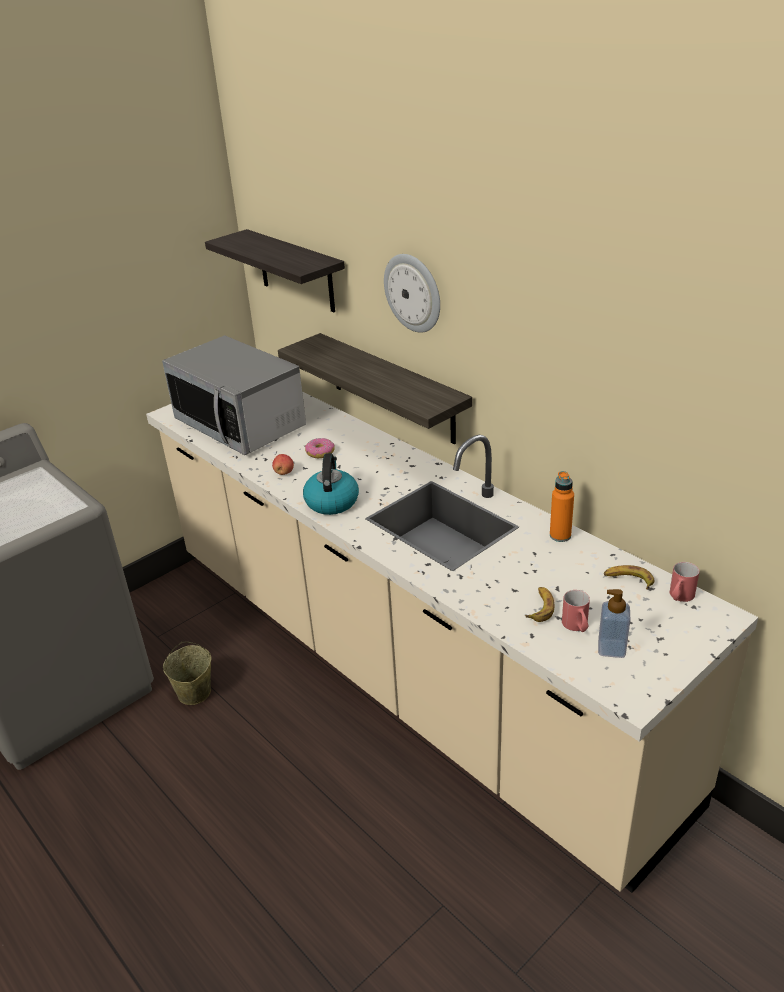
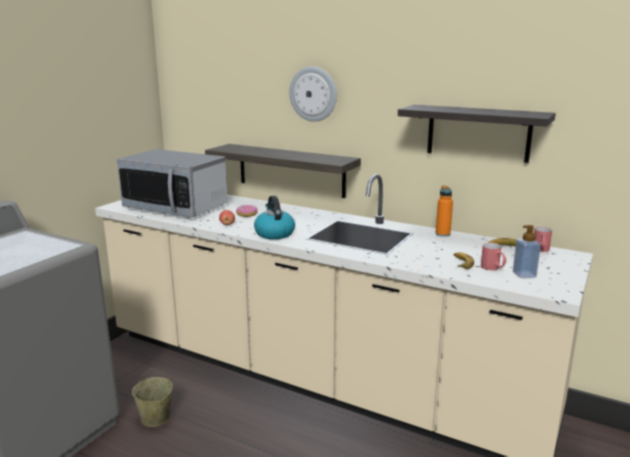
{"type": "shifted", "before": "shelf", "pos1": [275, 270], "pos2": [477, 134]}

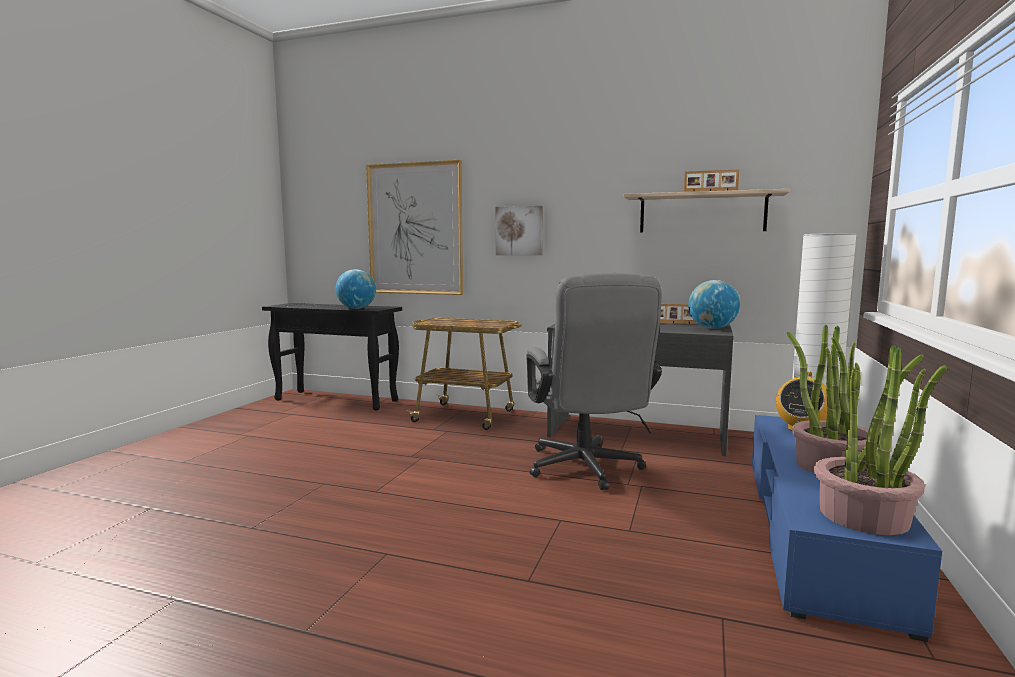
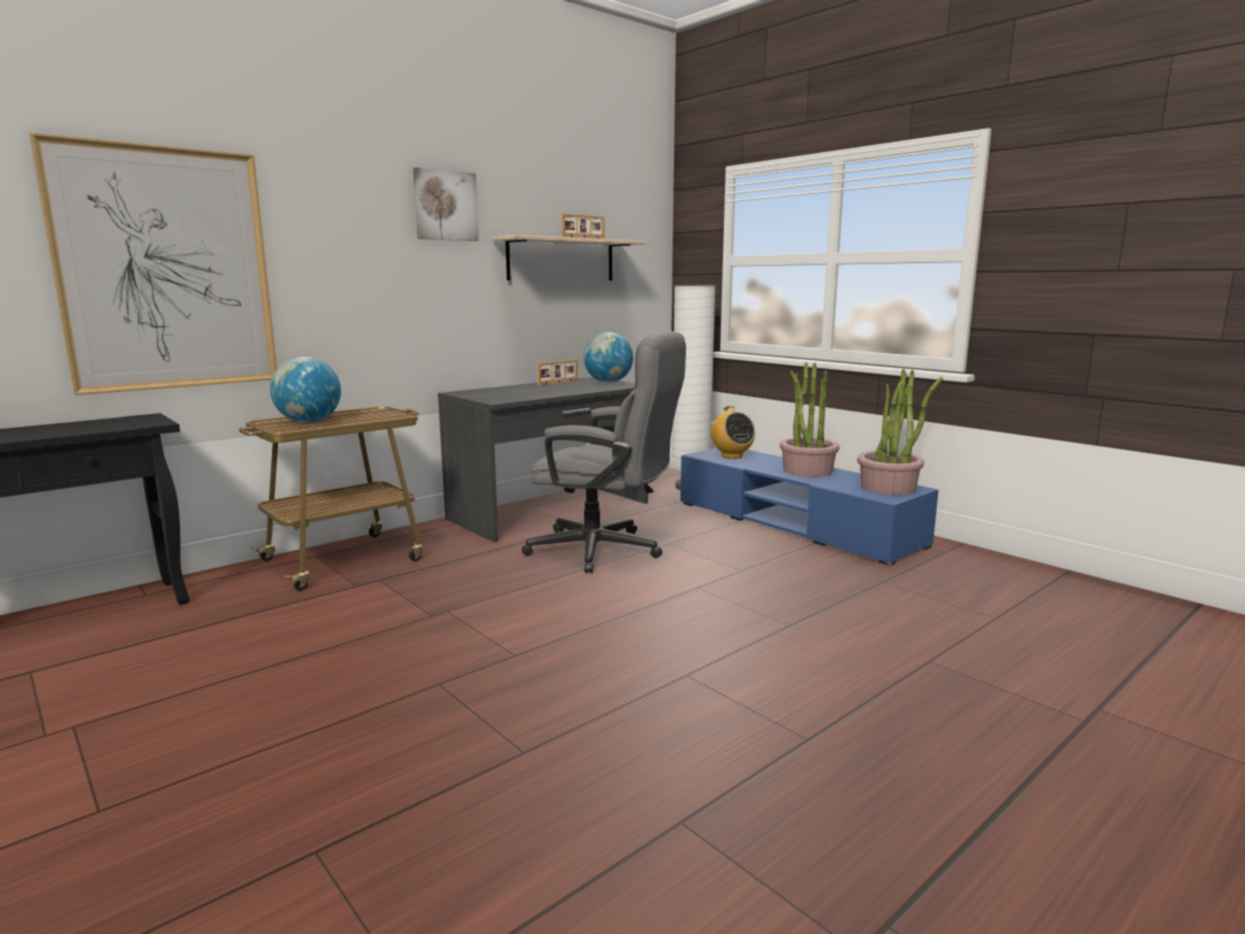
{"type": "shifted", "before": "globe", "pos1": [355, 289], "pos2": [305, 390]}
{"type": "shifted", "before": "picture", "pos1": [519, 230], "pos2": [446, 204]}

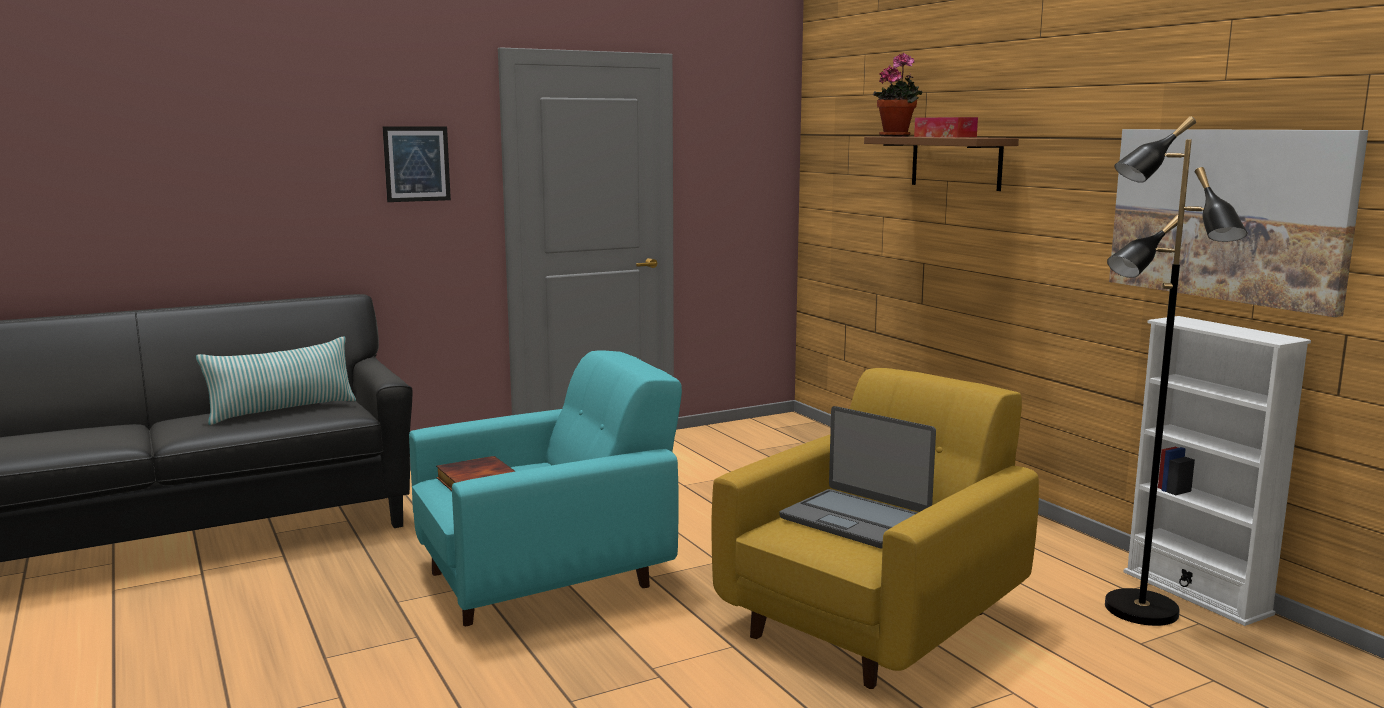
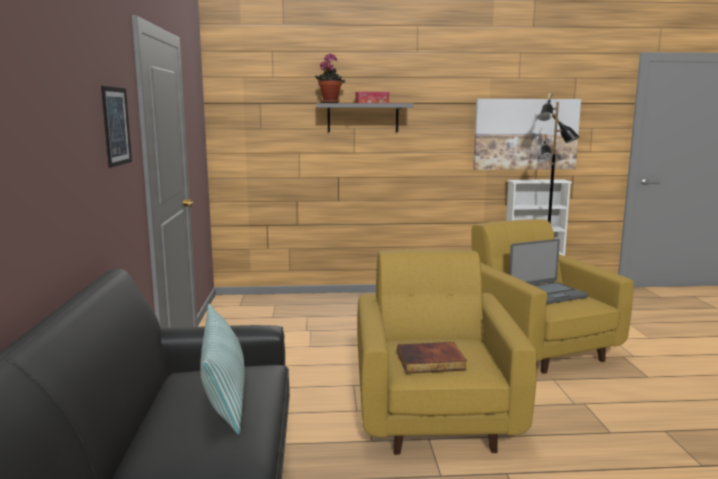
{"type": "repainted", "before": "armchair/turquoise", "after": "armchair/yellow", "pos1": [545, 488], "pos2": [447, 352]}
{"type": "repainted", "before": "shelf/brown", "after": "shelf/grey", "pos1": [941, 163], "pos2": [365, 117]}

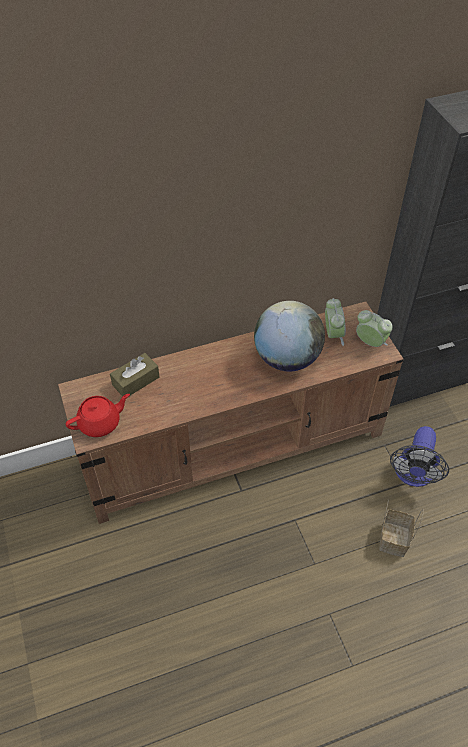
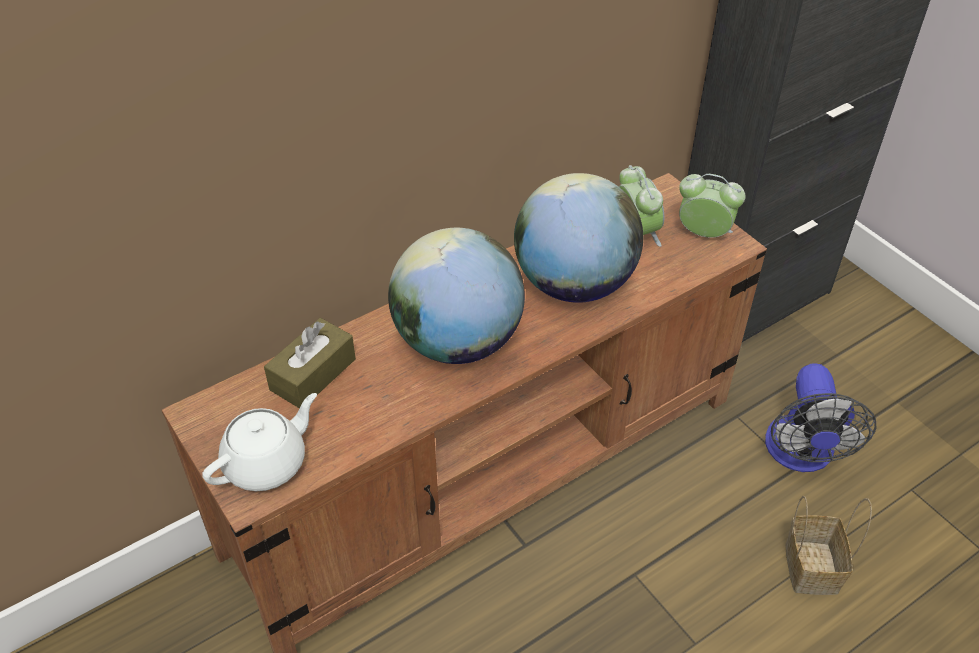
{"type": "new", "after": "globe", "pos2": [456, 296]}
{"type": "repainted", "before": "teapot/red", "after": "teapot/white", "pos1": [98, 415], "pos2": [259, 442]}

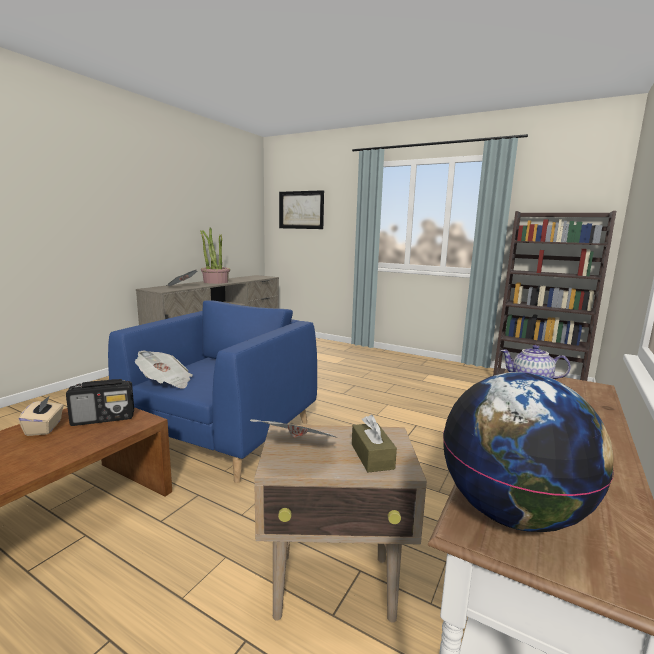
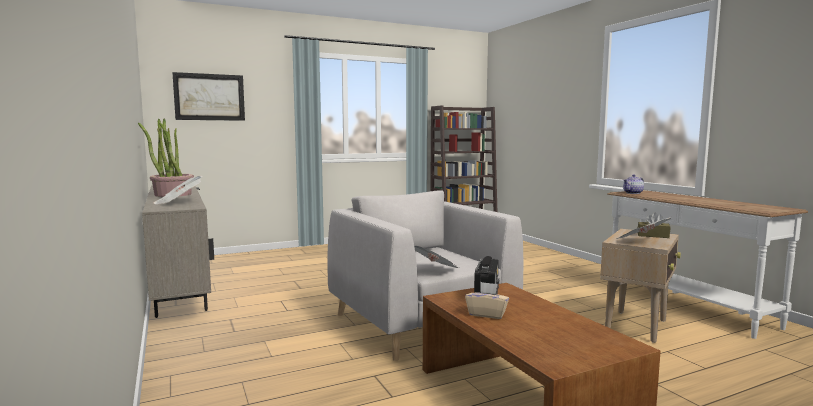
{"type": "gone", "before": "globe", "pos1": [528, 452]}
{"type": "repainted", "before": "armchair/blue", "after": "armchair/grey", "pos1": [212, 391], "pos2": [425, 275]}

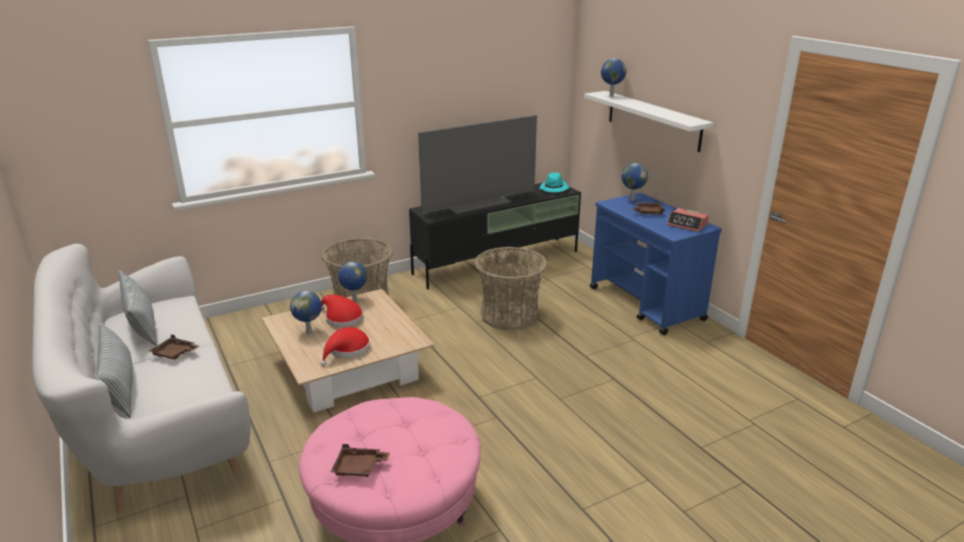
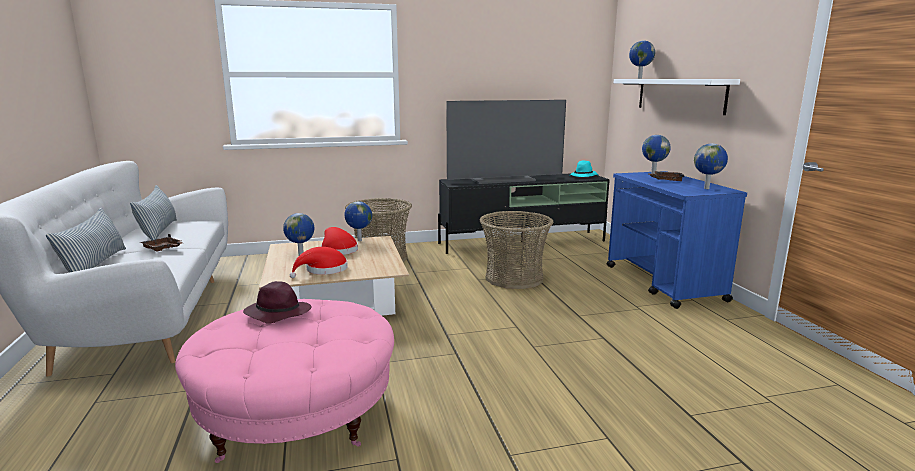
{"type": "gone", "before": "tray/brown", "pos1": [360, 460]}
{"type": "new", "after": "hat/purple", "pos2": [277, 302]}
{"type": "swapped", "before": "alarm clock", "after": "globe", "pos1": [688, 220], "pos2": [711, 166]}

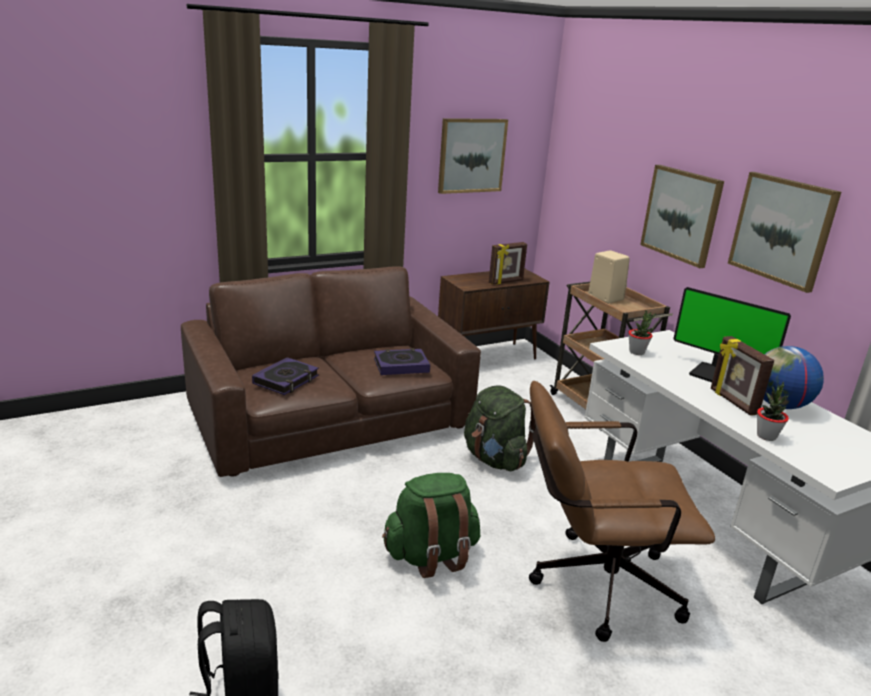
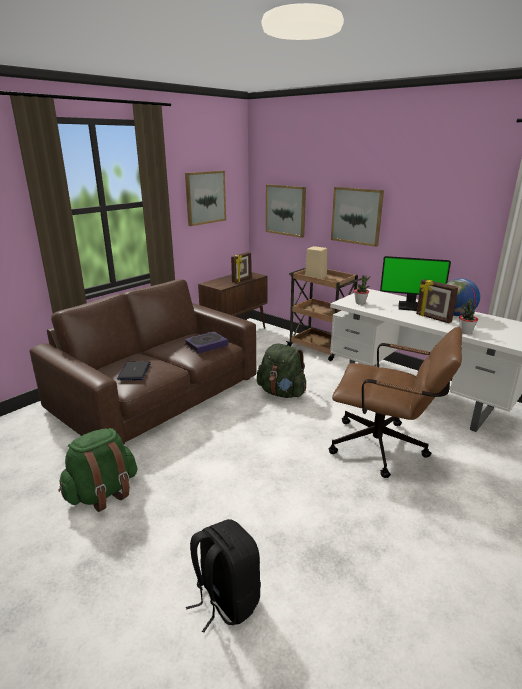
{"type": "shifted", "before": "backpack/green", "pos1": [431, 525], "pos2": [98, 470]}
{"type": "shifted", "before": "picture", "pos1": [784, 232], "pos2": [286, 211]}
{"type": "swapped", "before": "book", "after": "laptop", "pos1": [285, 376], "pos2": [134, 370]}
{"type": "rotated", "before": "office chair/brown", "pos1": [622, 511], "pos2": [395, 402], "turn": -135}

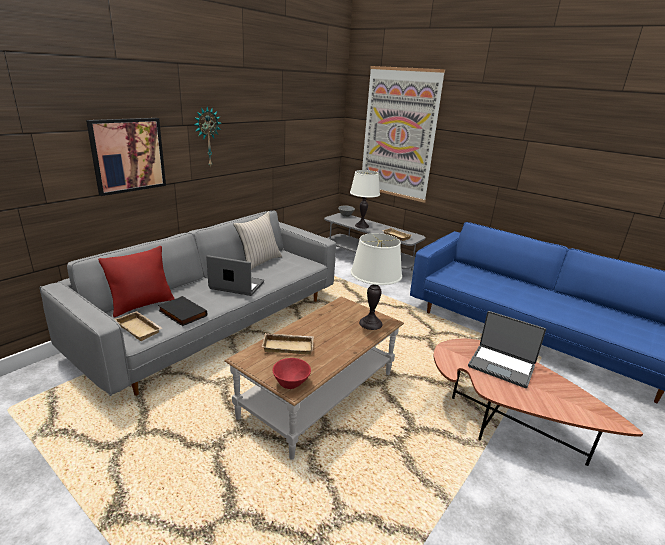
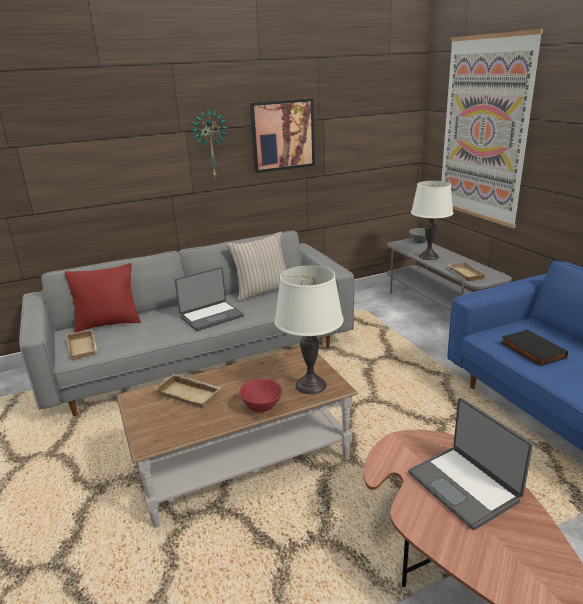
{"type": "shifted", "before": "picture", "pos1": [126, 157], "pos2": [282, 135]}
{"type": "shifted", "before": "book/black", "pos1": [182, 311], "pos2": [534, 347]}
{"type": "shifted", "before": "bowl/red", "pos1": [292, 373], "pos2": [260, 395]}
{"type": "rotated", "before": "laptop", "pos1": [235, 275], "pos2": [209, 299], "turn": 105}

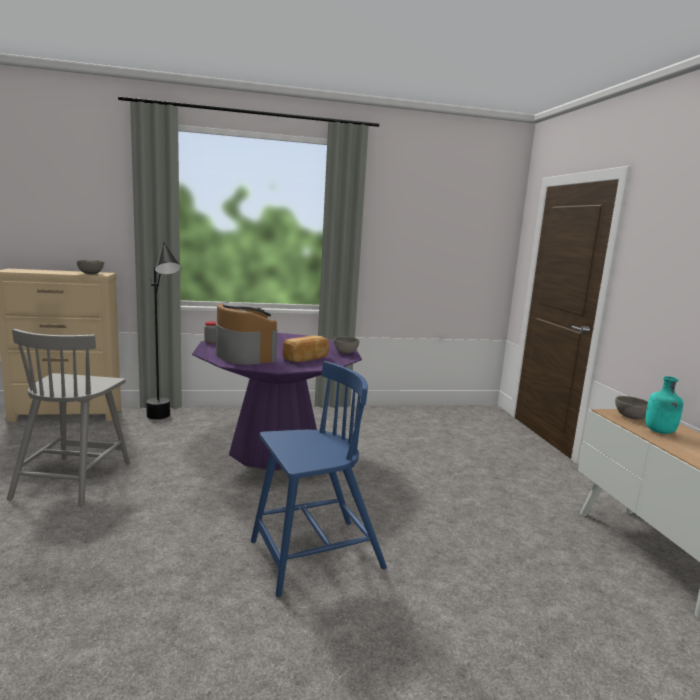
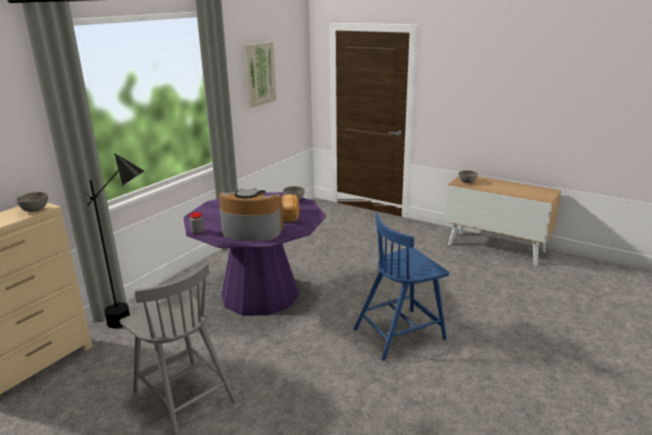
{"type": "gone", "before": "bottle/turquoise", "pos1": [664, 405]}
{"type": "new", "after": "picture", "pos2": [260, 75]}
{"type": "rotated", "before": "chair/blue", "pos1": [319, 479], "pos2": [401, 287], "turn": -135}

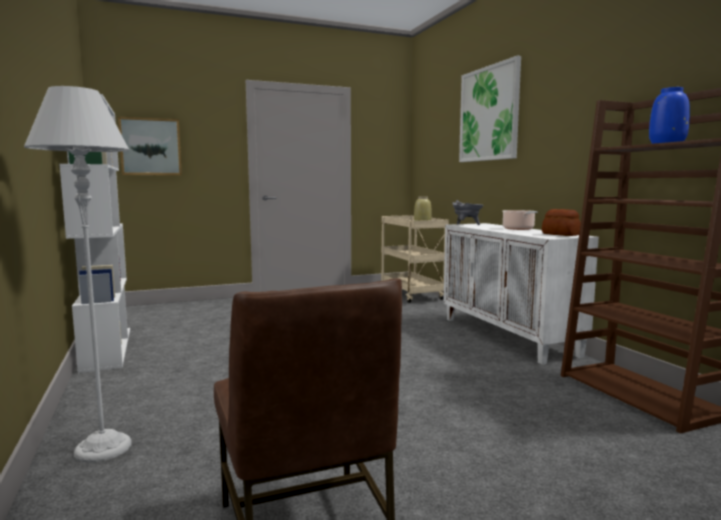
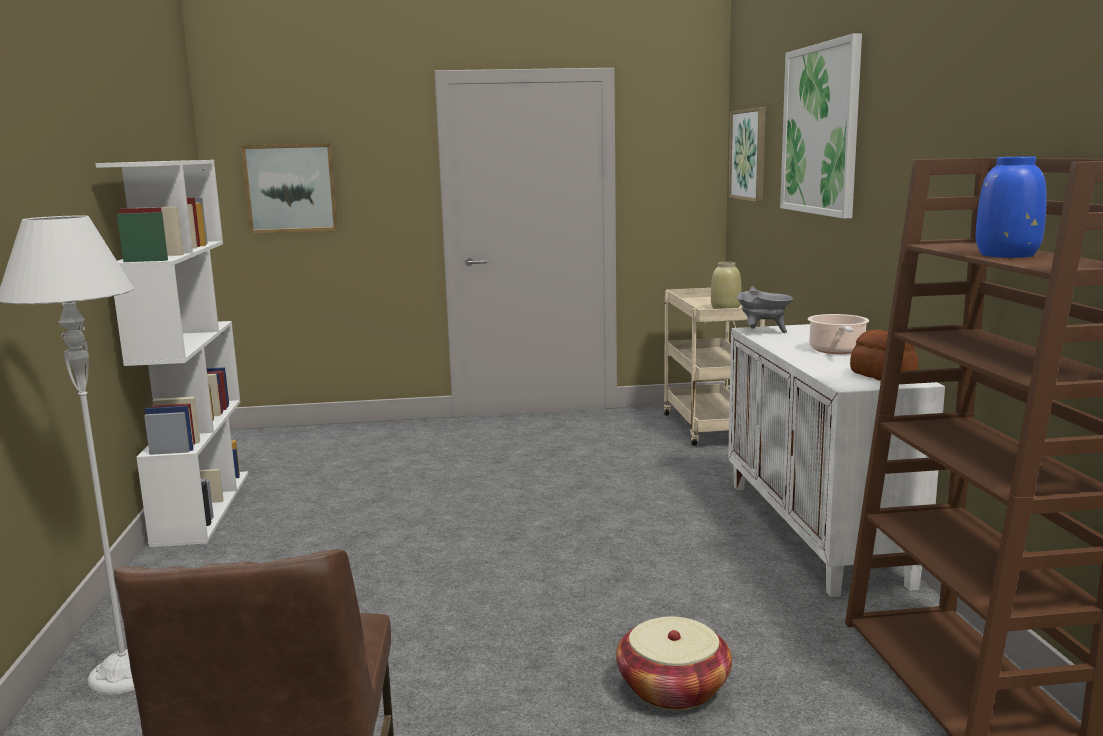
{"type": "new", "after": "basket", "pos2": [674, 663]}
{"type": "new", "after": "picture", "pos2": [747, 154]}

